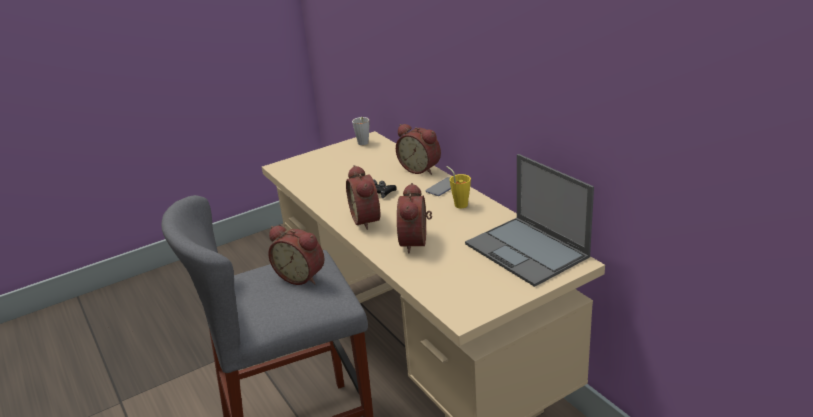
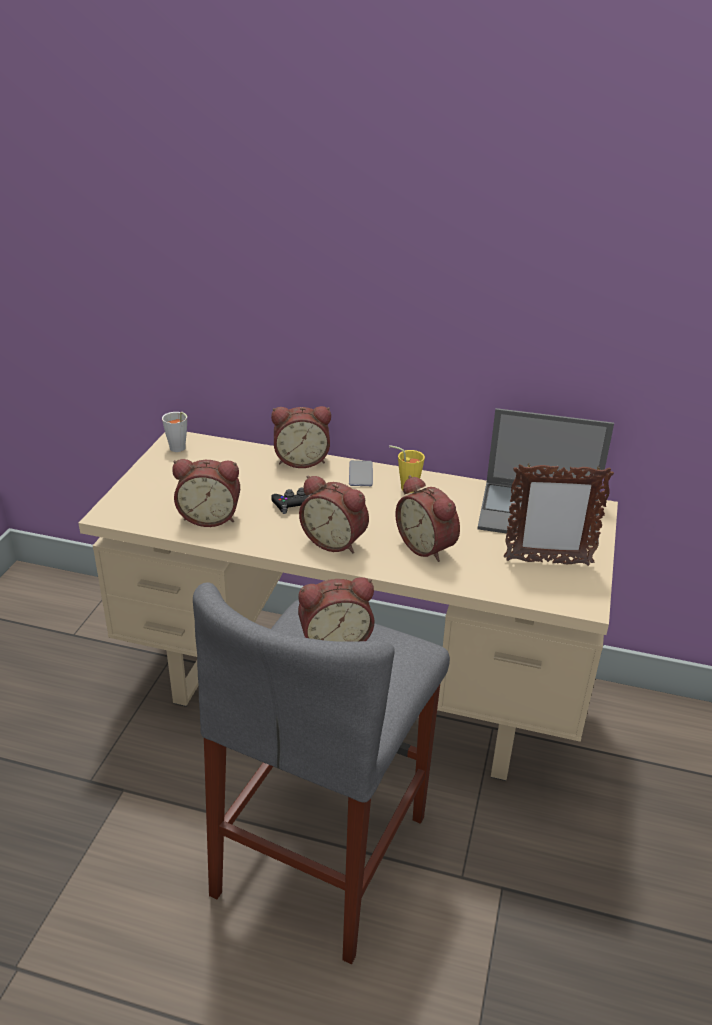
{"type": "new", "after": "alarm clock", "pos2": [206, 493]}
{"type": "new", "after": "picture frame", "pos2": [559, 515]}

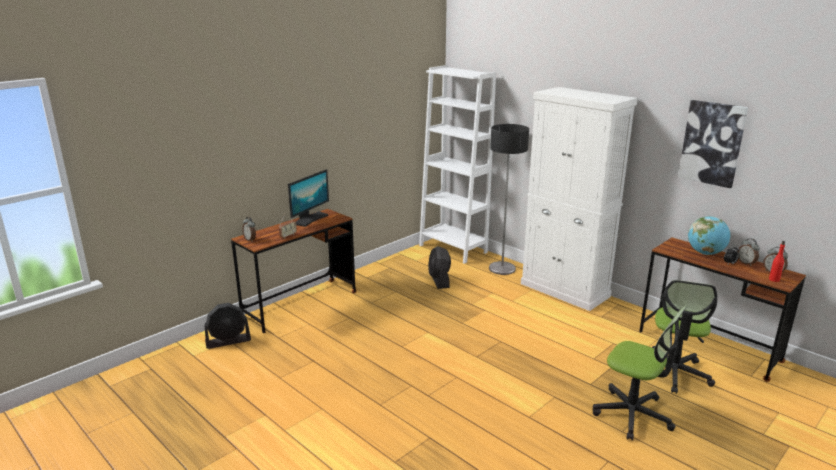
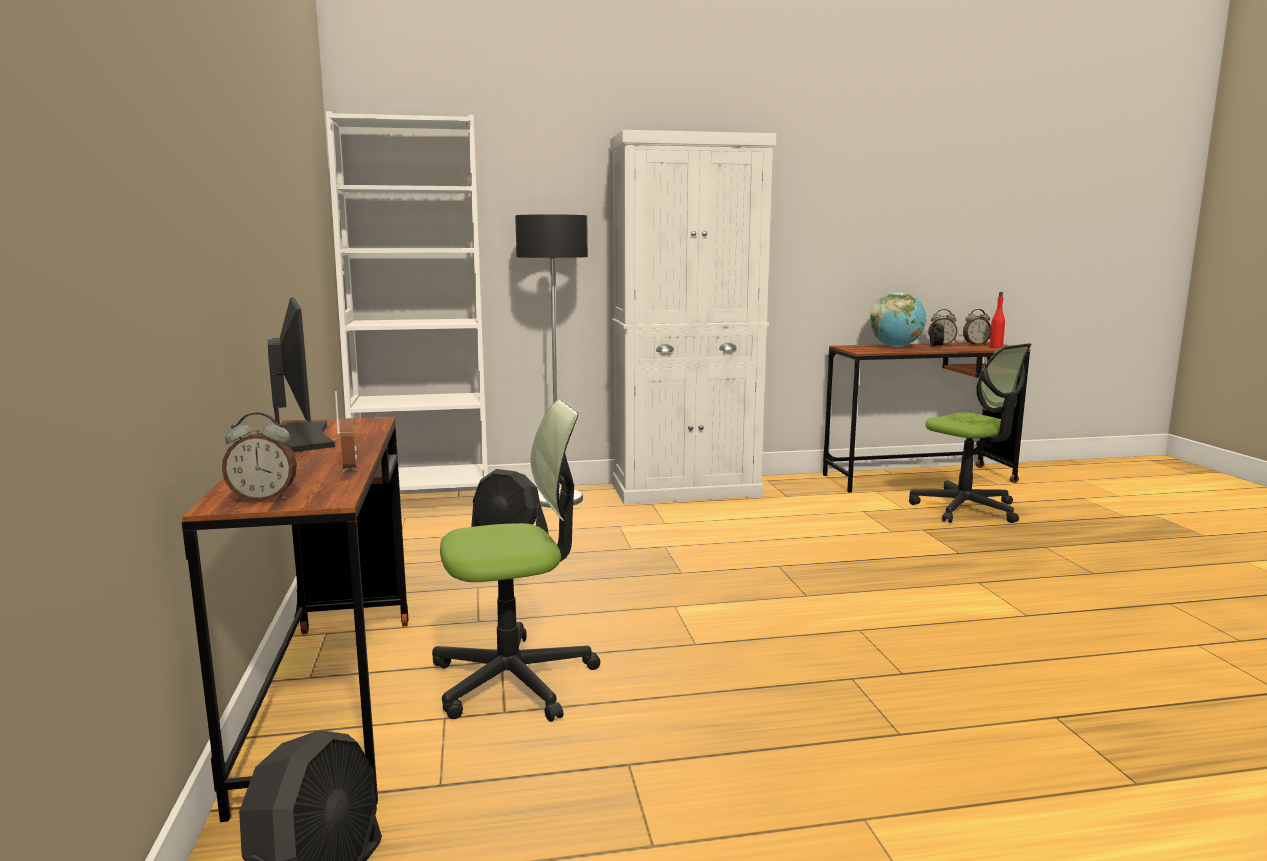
{"type": "gone", "before": "picture", "pos1": [713, 144]}
{"type": "shifted", "before": "office chair", "pos1": [640, 373], "pos2": [516, 561]}

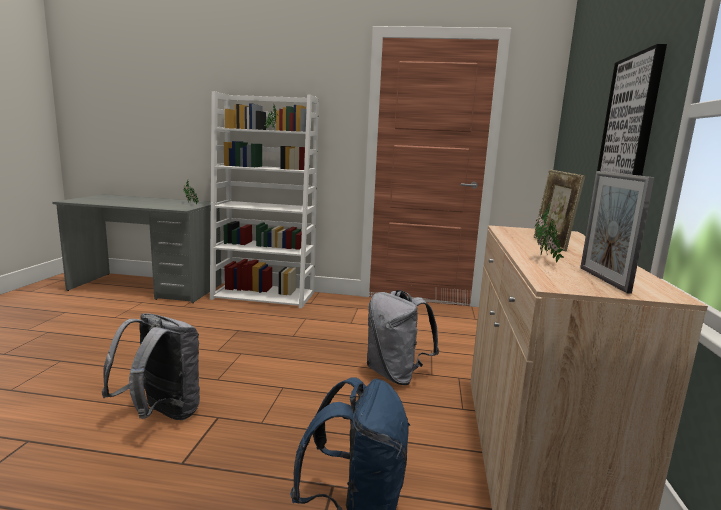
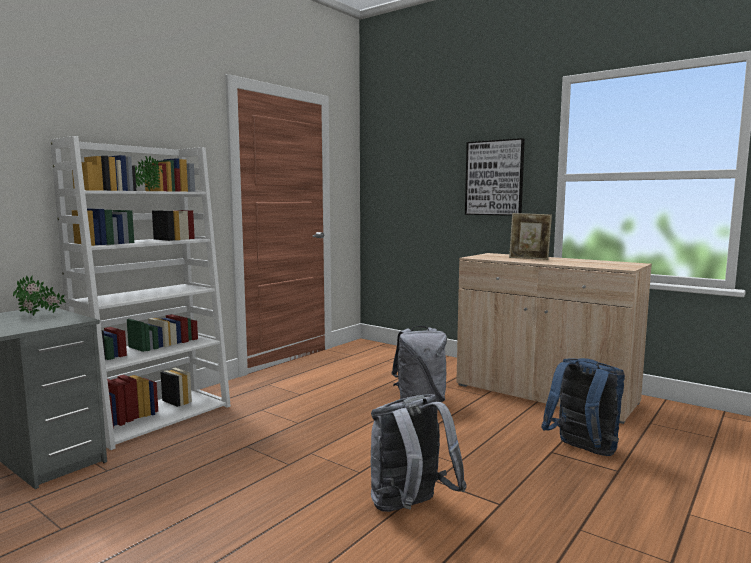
{"type": "gone", "before": "potted plant", "pos1": [549, 233]}
{"type": "gone", "before": "picture frame", "pos1": [617, 232]}

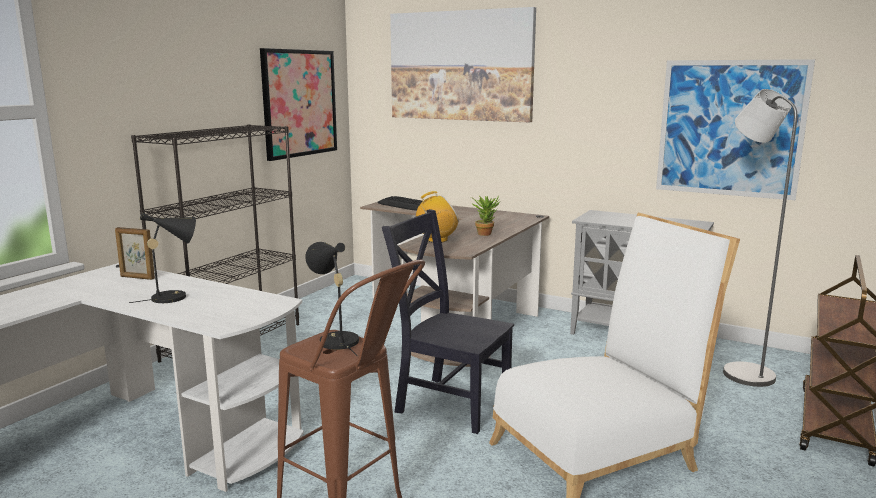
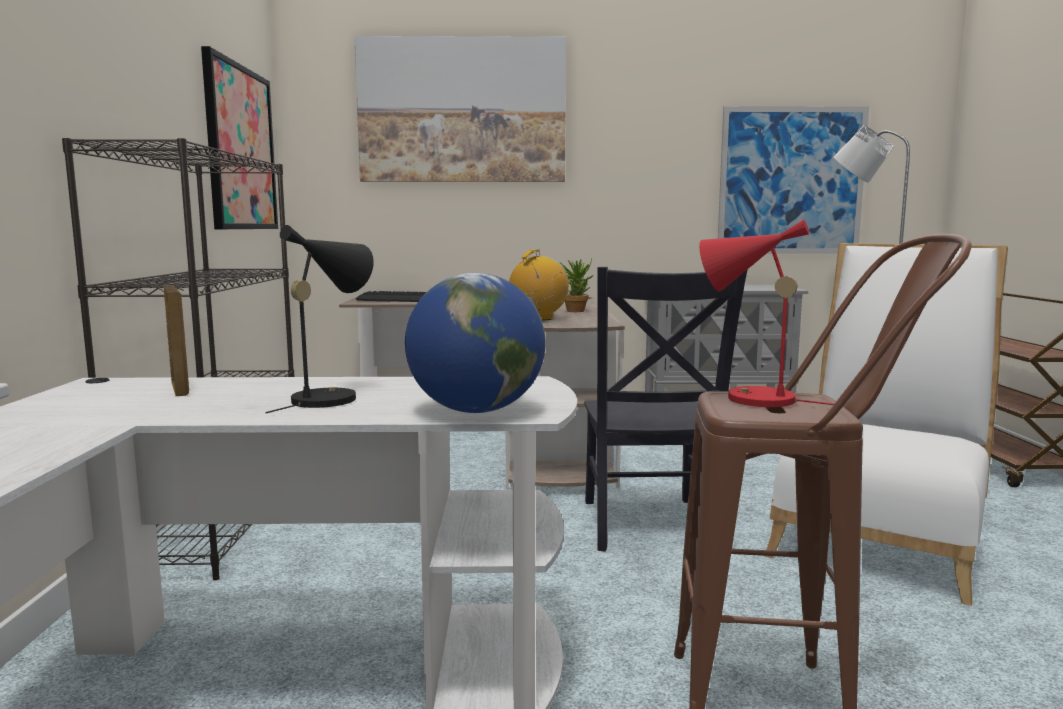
{"type": "new", "after": "globe", "pos2": [475, 343]}
{"type": "repainted", "before": "table lamp/black", "after": "table lamp/red", "pos1": [332, 299], "pos2": [766, 313]}
{"type": "rotated", "before": "picture frame", "pos1": [135, 253], "pos2": [176, 340], "turn": -105}
{"type": "rotated", "before": "chair/black", "pos1": [448, 321], "pos2": [665, 409], "turn": -90}

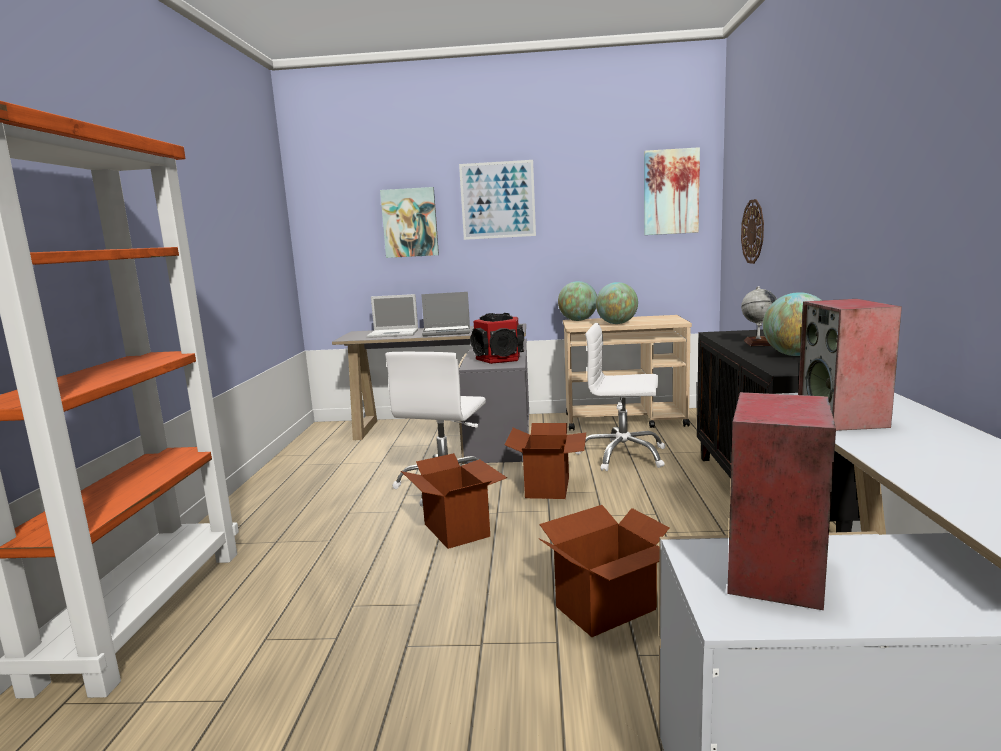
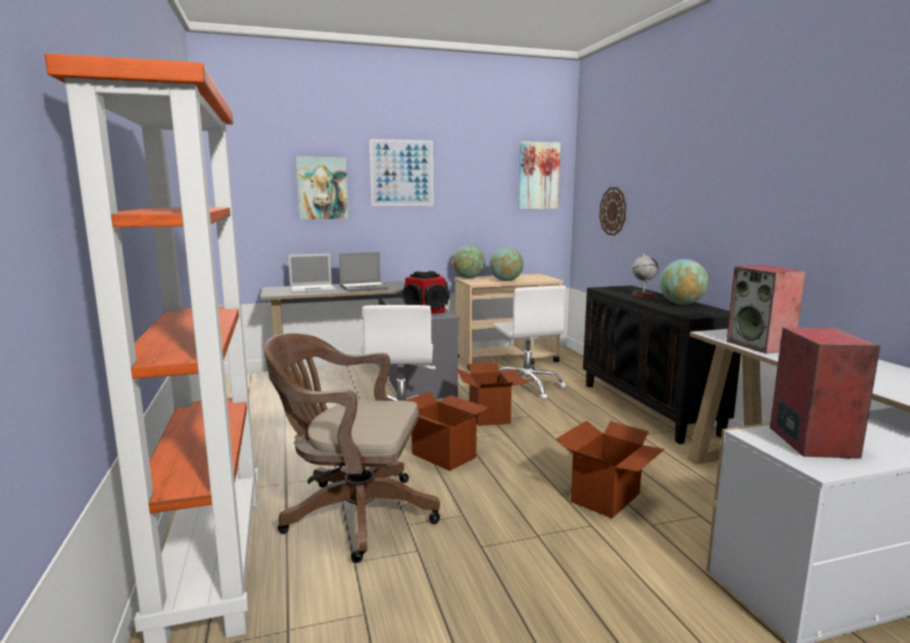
{"type": "new", "after": "office chair/brown", "pos2": [352, 448]}
{"type": "rotated", "before": "office chair/white", "pos1": [620, 397], "pos2": [530, 343], "turn": -105}

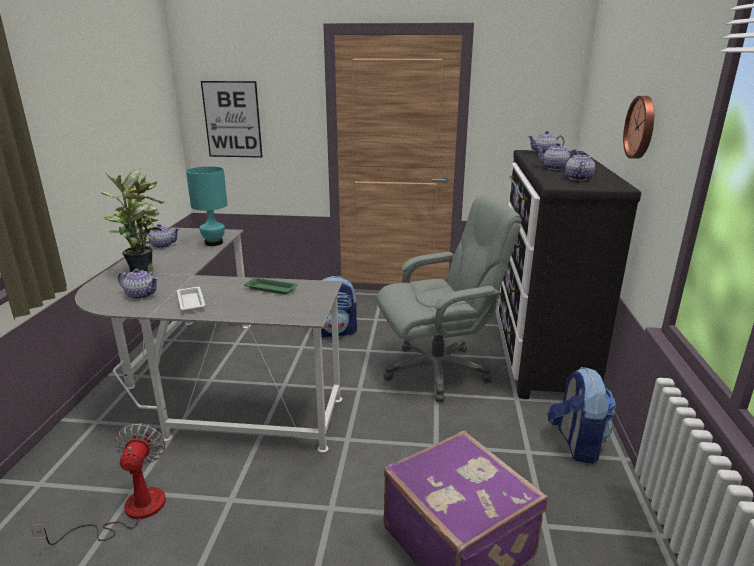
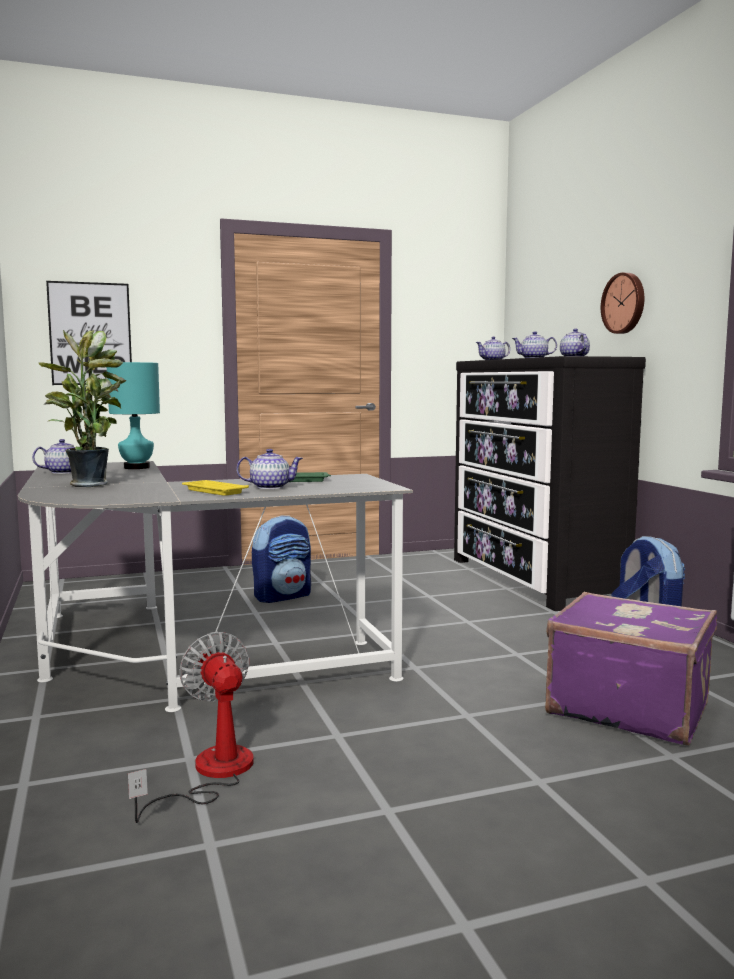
{"type": "gone", "before": "office chair/grey", "pos1": [449, 299]}
{"type": "shifted", "before": "teapot", "pos1": [138, 284], "pos2": [269, 469]}
{"type": "repainted", "before": "tray/white", "after": "tray/yellow", "pos1": [191, 299], "pos2": [215, 488]}

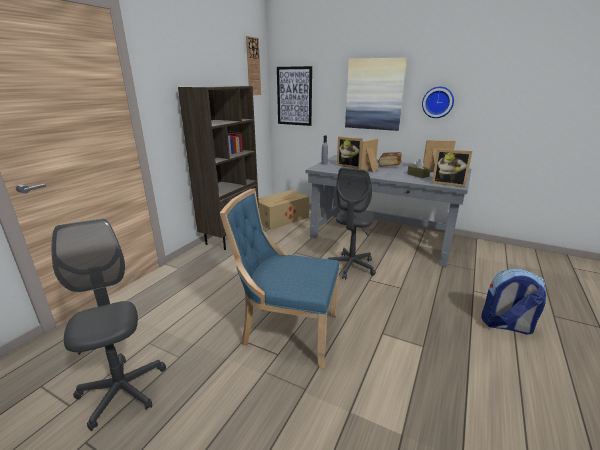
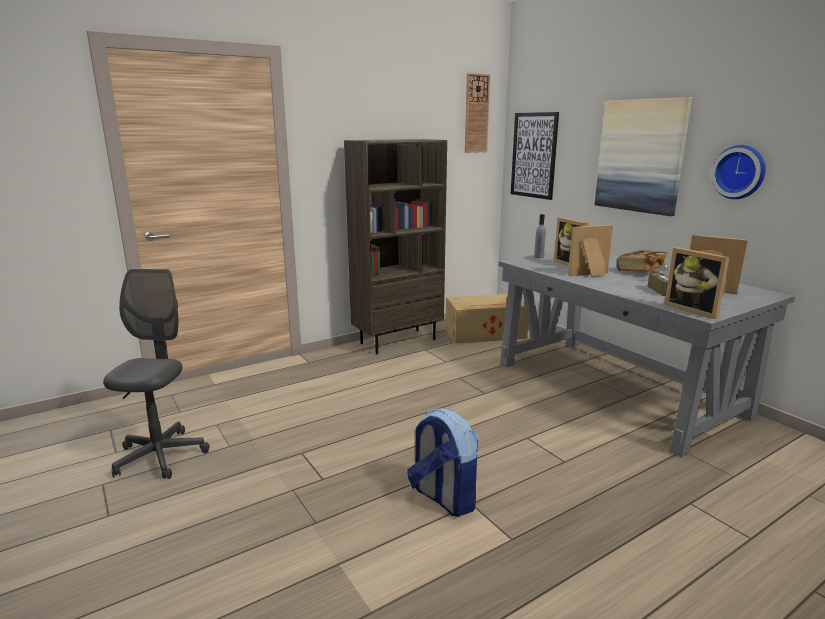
{"type": "gone", "before": "chair/blue", "pos1": [279, 279]}
{"type": "gone", "before": "office chair/grey", "pos1": [352, 224]}
{"type": "shifted", "before": "backpack", "pos1": [513, 302], "pos2": [443, 462]}

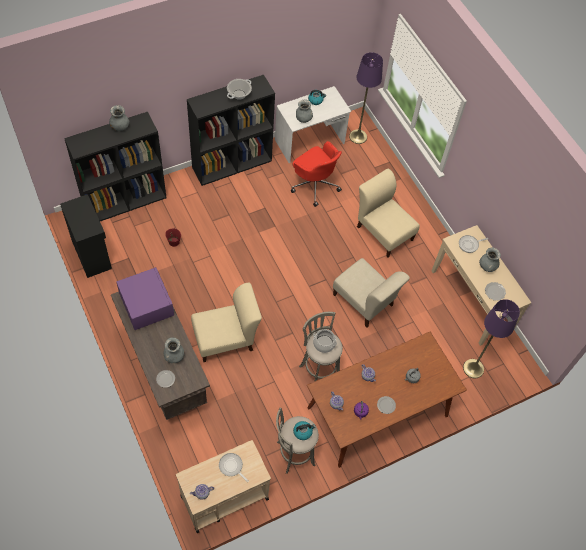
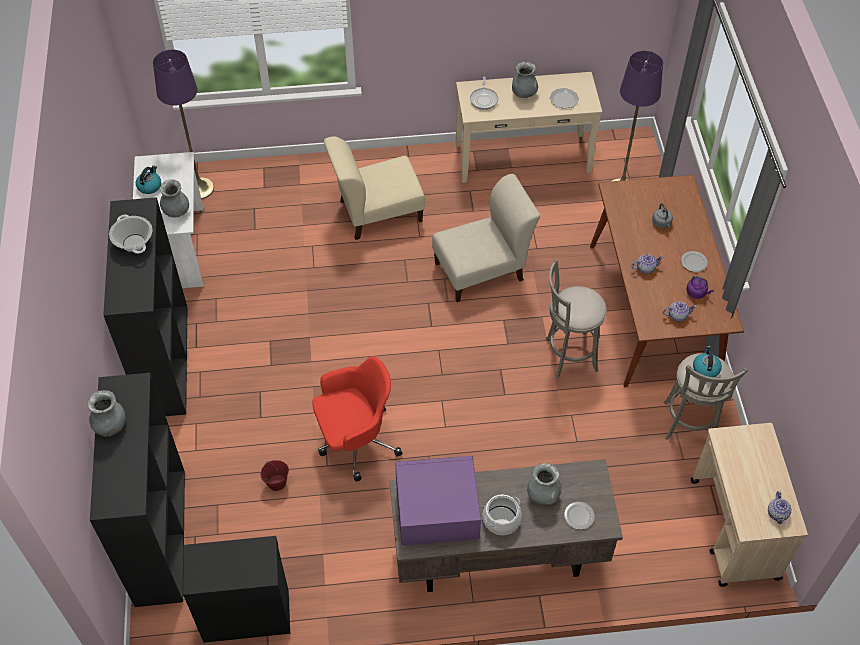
{"type": "gone", "before": "chair/beige", "pos1": [226, 322]}
{"type": "gone", "before": "frying pan", "pos1": [234, 467]}
{"type": "shifted", "before": "office chair/red", "pos1": [316, 174], "pos2": [357, 418]}
{"type": "shifted", "before": "cooking pot", "pos1": [325, 341], "pos2": [502, 515]}

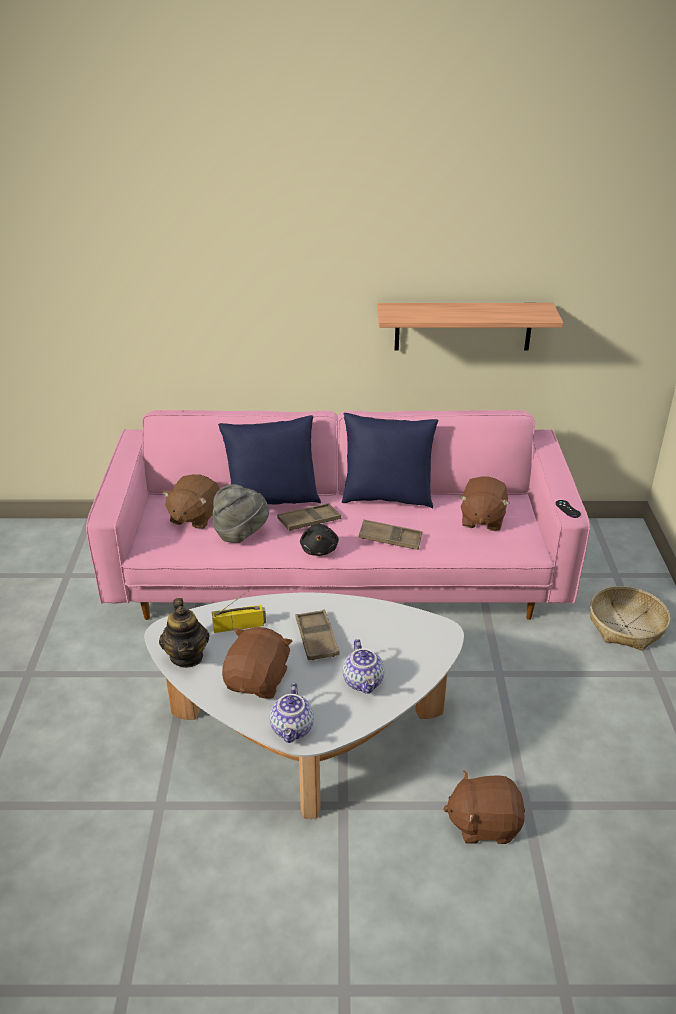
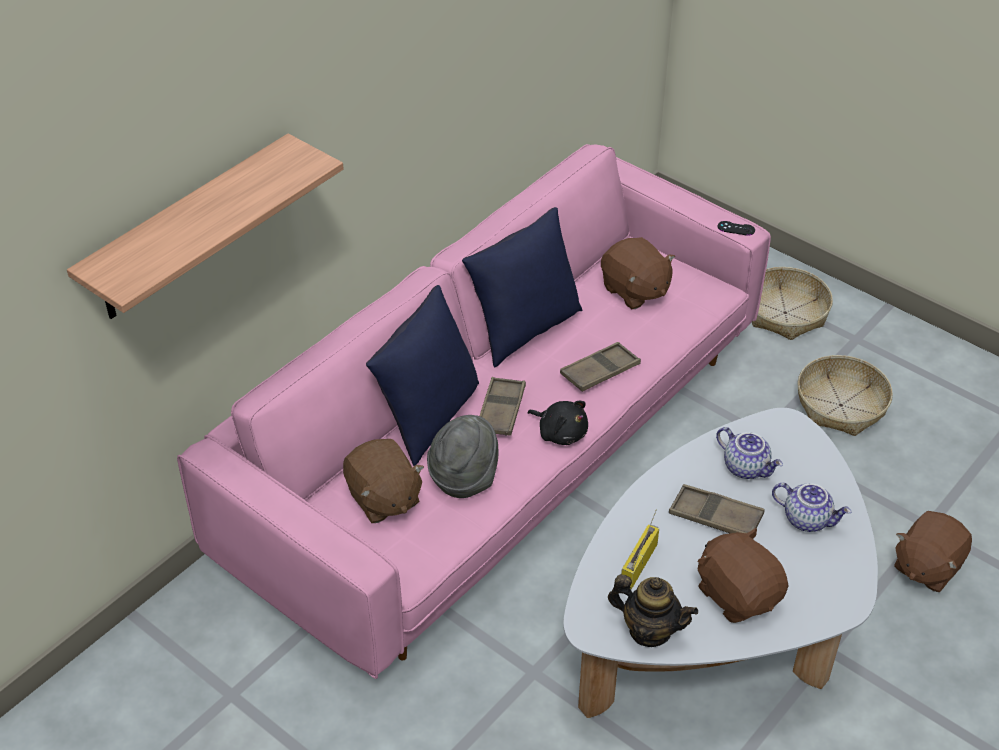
{"type": "new", "after": "basket", "pos2": [845, 395]}
{"type": "shifted", "before": "teapot", "pos1": [292, 712], "pos2": [749, 453]}
{"type": "shifted", "before": "shelf", "pos1": [470, 327], "pos2": [205, 226]}

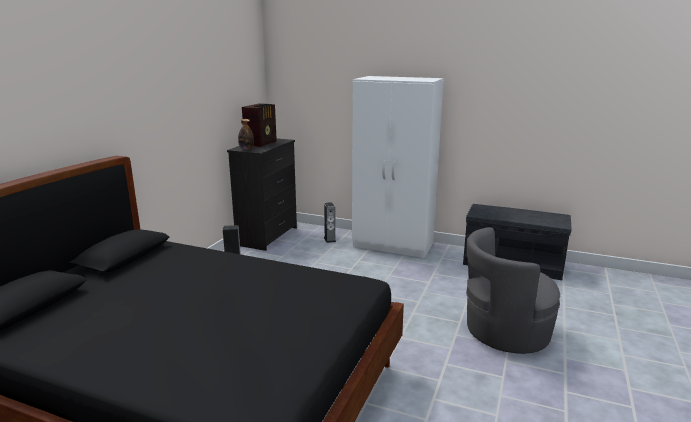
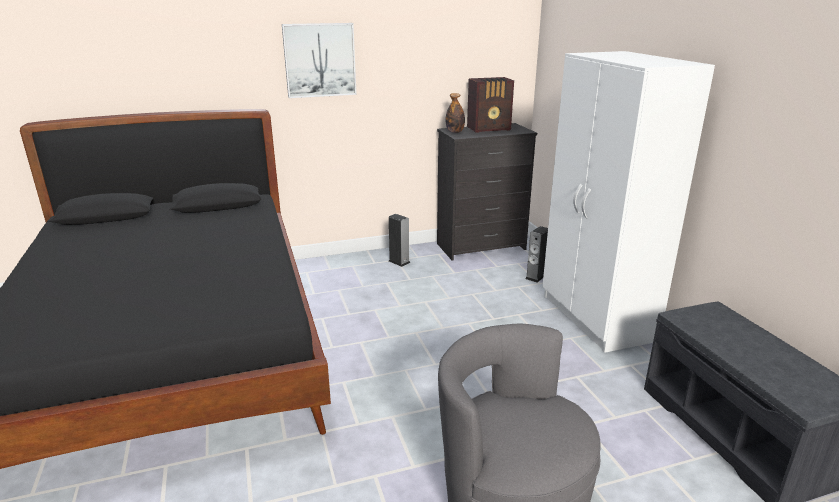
{"type": "new", "after": "picture", "pos2": [319, 60]}

